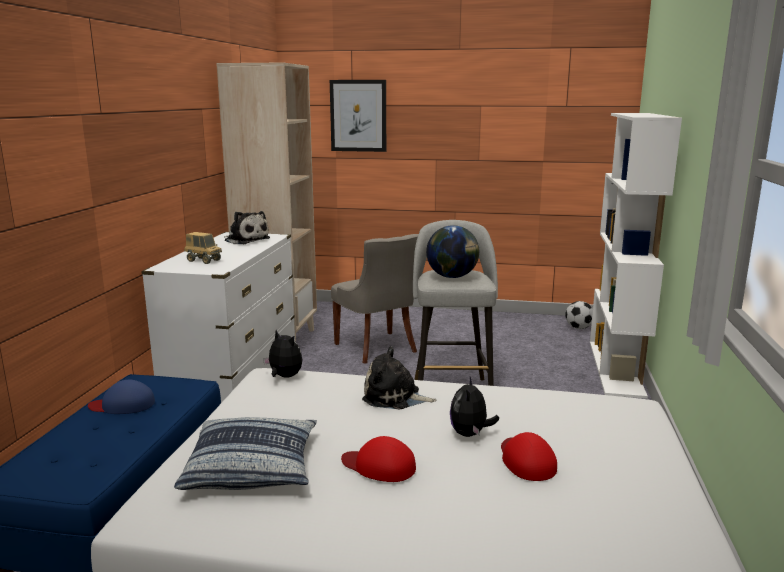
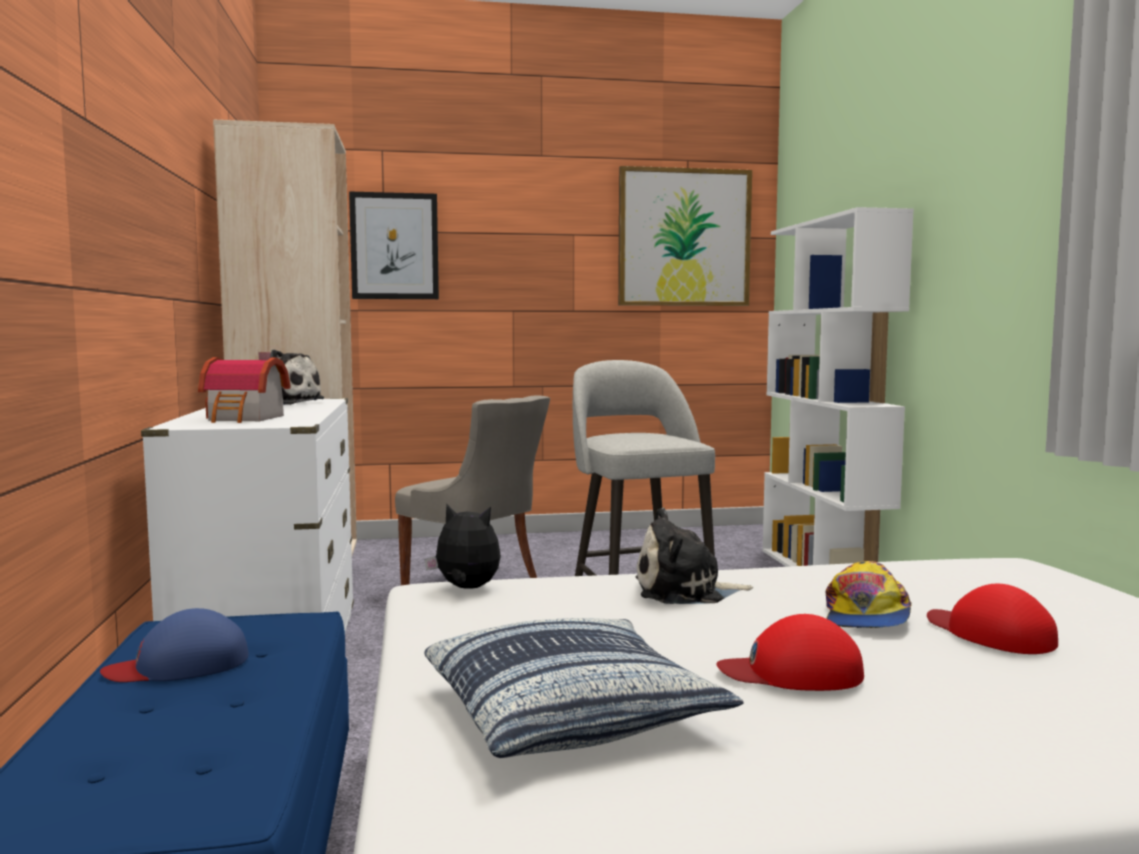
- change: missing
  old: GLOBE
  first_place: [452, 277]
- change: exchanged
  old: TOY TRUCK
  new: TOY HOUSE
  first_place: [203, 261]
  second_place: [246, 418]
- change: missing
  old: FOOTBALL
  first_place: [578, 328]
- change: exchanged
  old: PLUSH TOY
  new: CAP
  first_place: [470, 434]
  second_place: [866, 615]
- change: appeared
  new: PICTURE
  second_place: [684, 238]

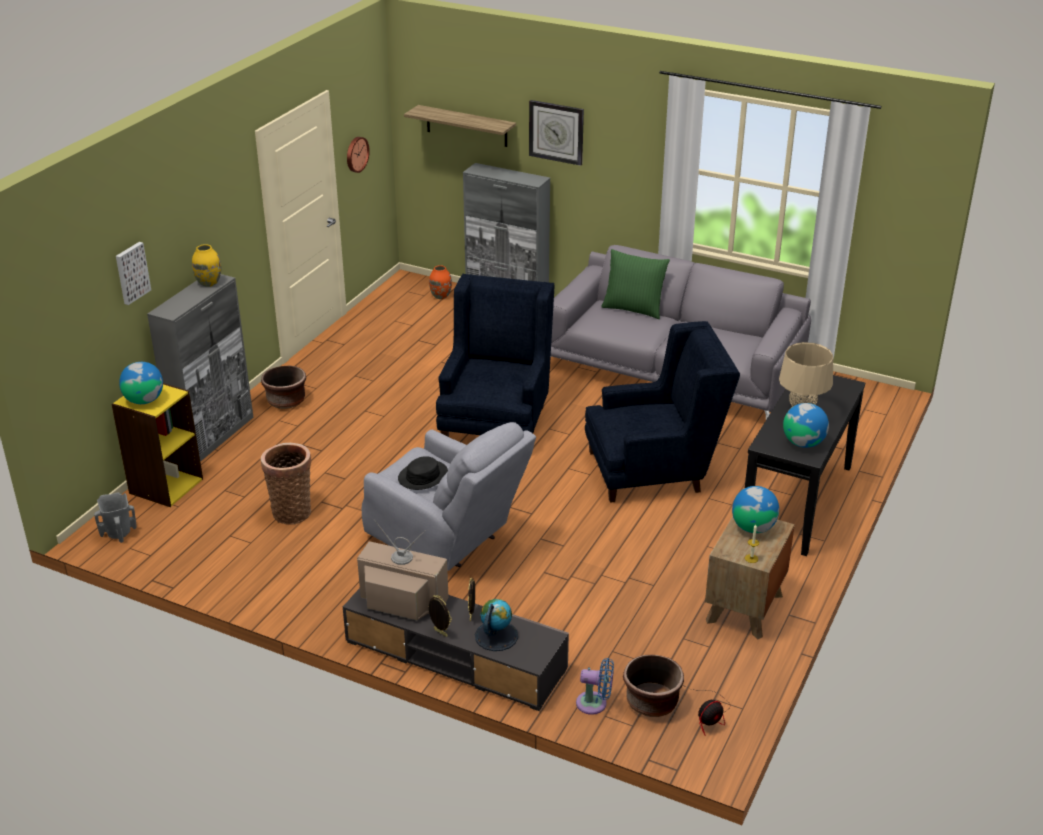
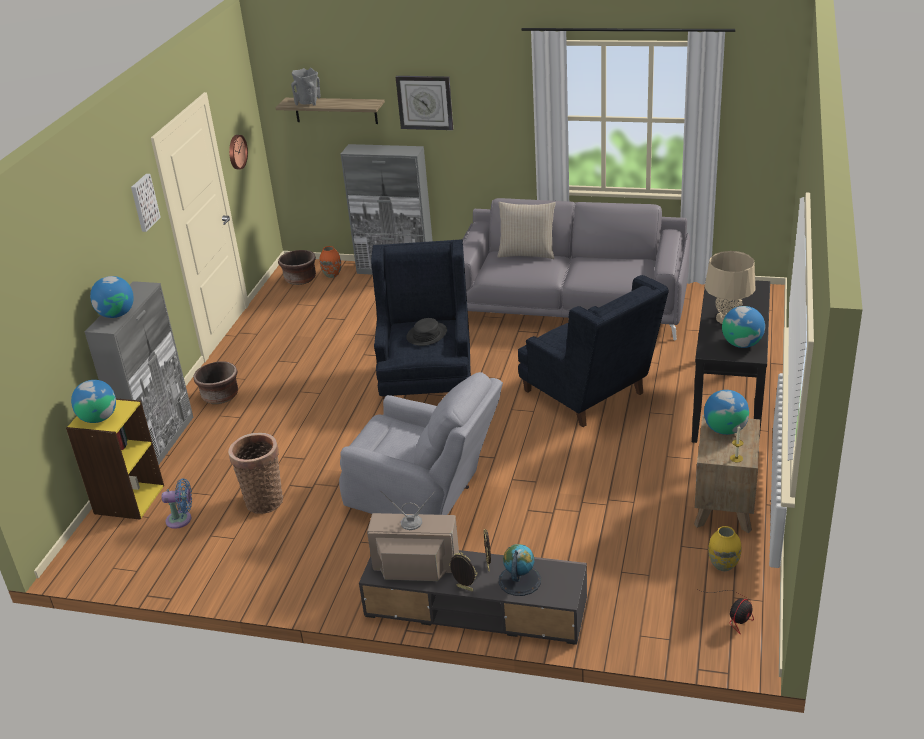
- change: relocated
  old: PICTURE
  first_place: [131, 272]
  second_place: [143, 202]
- change: relocated
  old: YELLOW VASE
  first_place: [208, 283]
  second_place: [723, 565]
- change: colour
  old: GREEN PILLOW
  new: BEIGE PILLOW
  first_place: [633, 309]
  second_place: [527, 253]
- change: spun
  old: BLUE ARMCHAIR
  first_place: [654, 470]
  second_place: [590, 396]
  degrees: 75
- change: relocated
  old: BLACK HAT
  first_place: [423, 476]
  second_place: [426, 334]
- change: relocated
  old: GREY VASE
  first_place: [119, 533]
  second_place: [308, 102]
- change: relocated
  old: BROWN PLANTER
  first_place: [651, 703]
  second_place: [300, 279]
- change: relocated
  old: BLUE FAN
  first_place: [595, 704]
  second_place: [181, 519]
- change: appeared
  new: GLOBE
  second_place: [117, 314]

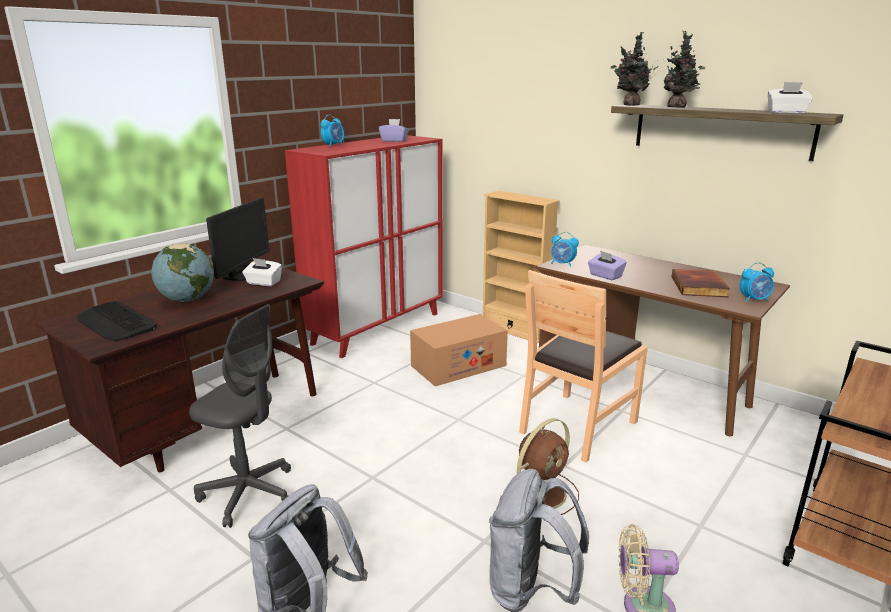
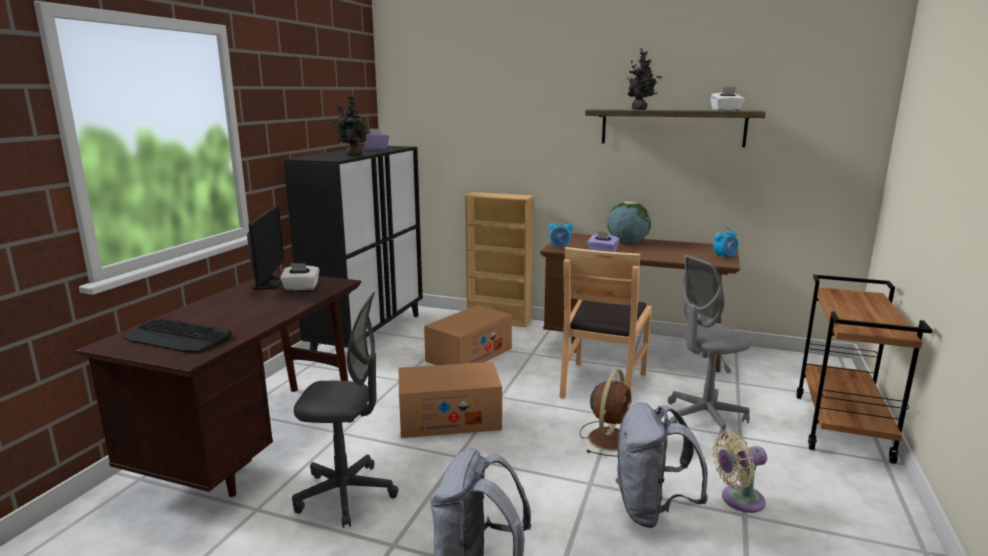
- change: relocated
  old: POTTED PLANT
  first_place: [630, 105]
  second_place: [353, 155]
- change: missing
  old: ALARM CLOCK
  first_place: [333, 145]
- change: colour
  old: RED CABINET
  new: BLACK CABINET
  first_place: [377, 328]
  second_place: [368, 334]
- change: relocated
  old: GLOBE
  first_place: [187, 299]
  second_place: [627, 243]
- change: missing
  old: BOOK
  first_place: [700, 287]
- change: appeared
  new: GREY OFFICE CHAIR
  second_place: [704, 418]
- change: appeared
  new: CARDBOARD BOX
  second_place: [449, 418]

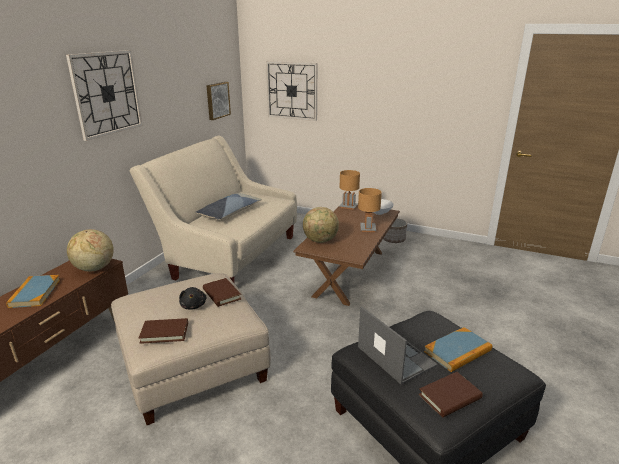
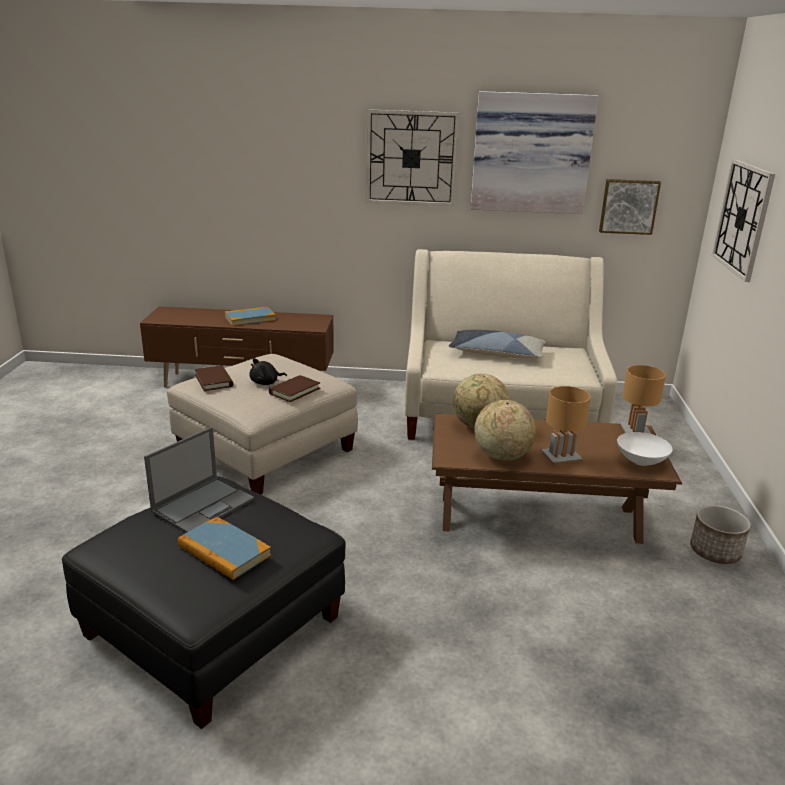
- change: relocated
  old: GLOBE
  first_place: [94, 268]
  second_place: [502, 456]
- change: missing
  old: BROWN BOOK
  first_place: [450, 397]
- change: appeared
  new: PICTURE
  second_place: [531, 153]

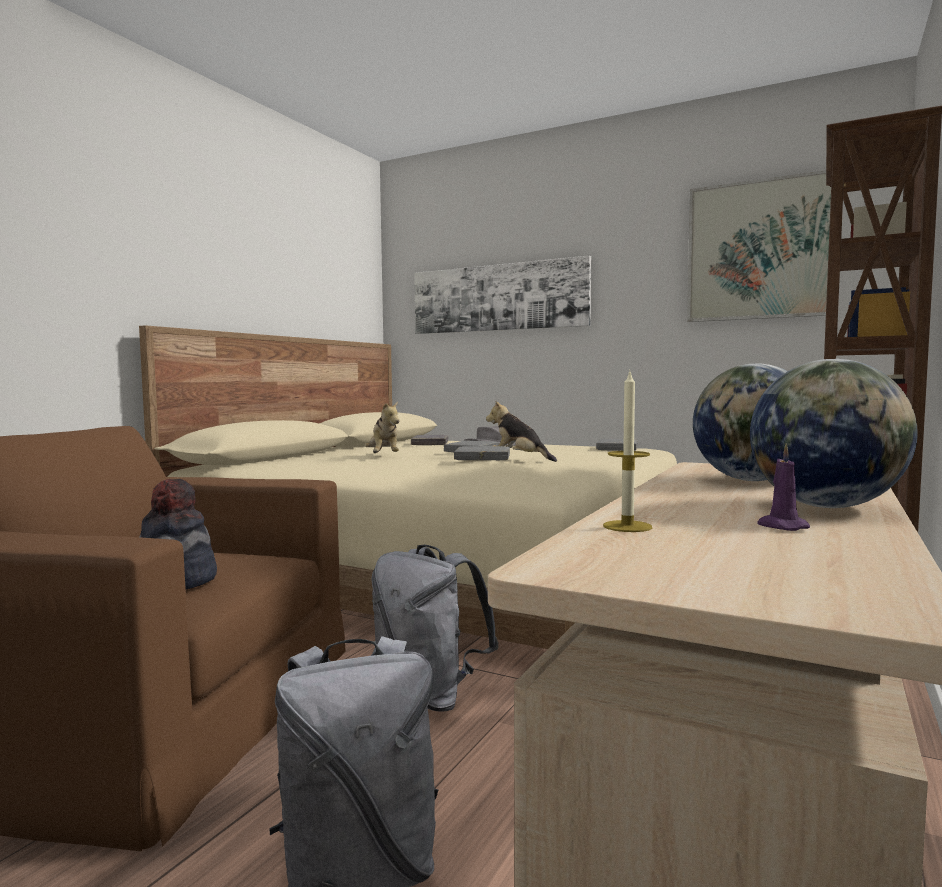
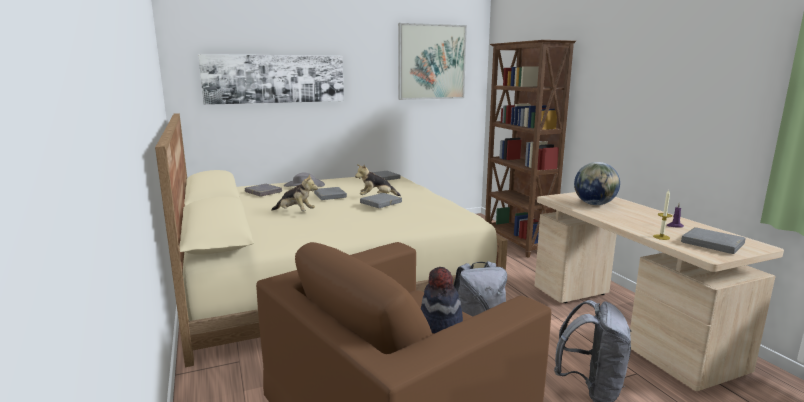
- change: missing
  old: GLOBE
  first_place: [826, 506]
- change: appeared
  new: GREY BOOK
  second_place: [712, 244]

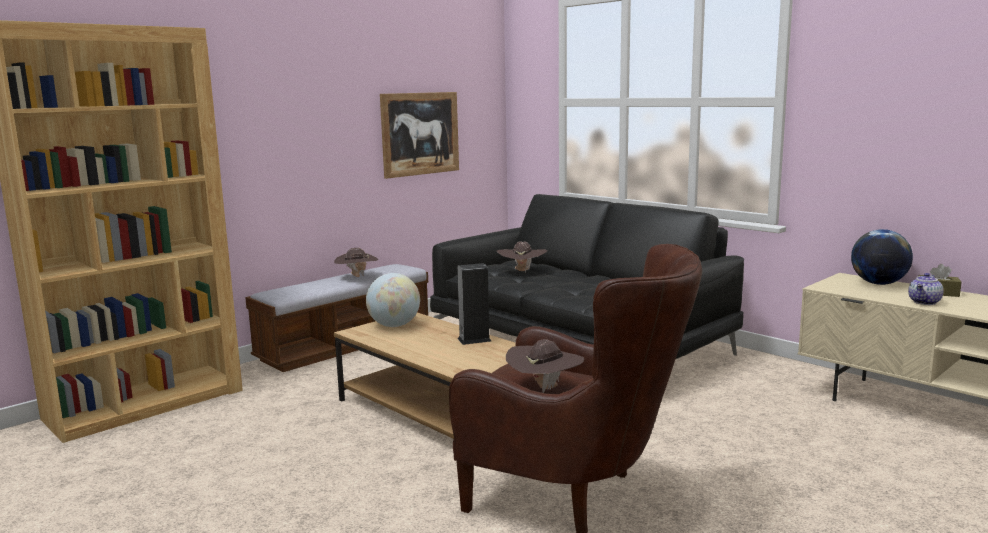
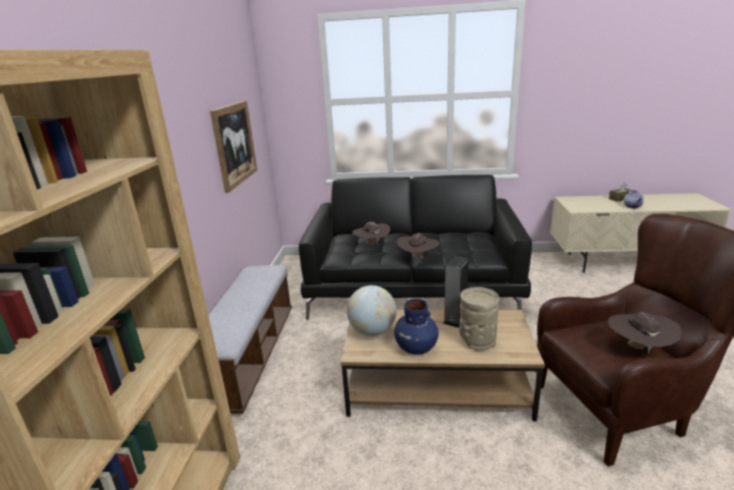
- change: missing
  old: GLOBE
  first_place: [878, 283]
- change: relocated
  old: BROWN HAT
  first_place: [357, 277]
  second_place: [418, 258]
- change: appeared
  new: BEIGE VASE
  second_place: [477, 340]
- change: appeared
  new: BLUE VASE
  second_place: [416, 347]

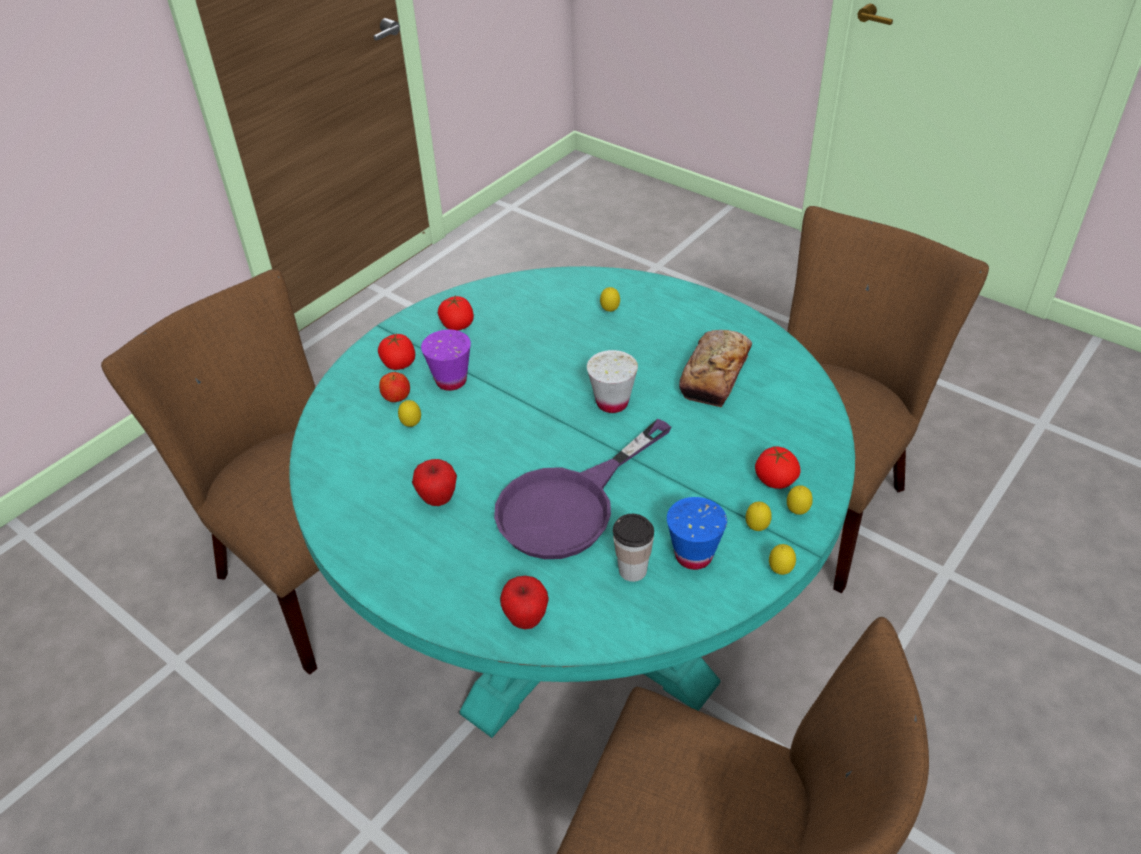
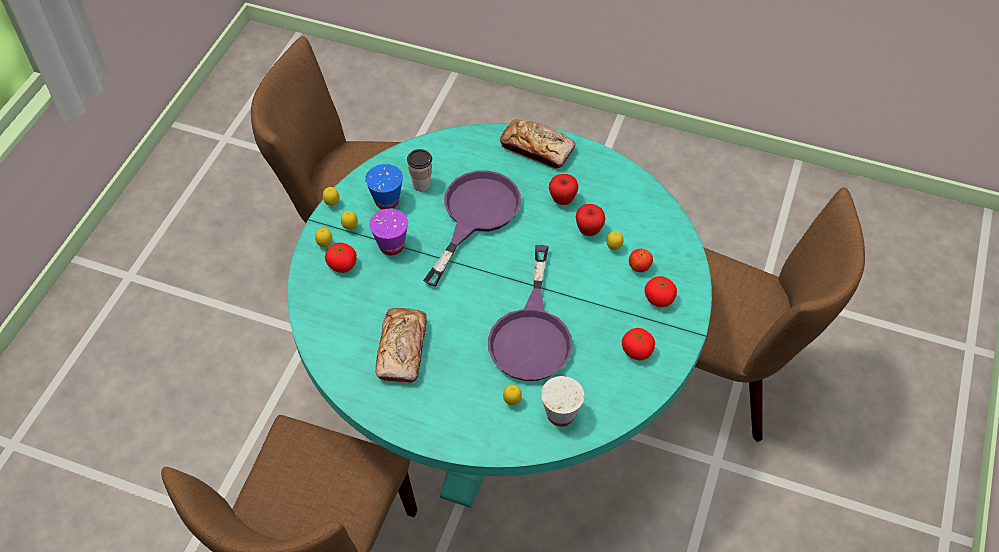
- change: relocated
  old: PURPLE CUP
  first_place: [451, 381]
  second_place: [391, 246]
- change: relocated
  old: WHITE CUP
  first_place: [612, 403]
  second_place: [560, 415]
- change: relocated
  old: APPLE
  first_place: [526, 618]
  second_place: [589, 230]
- change: appeared
  new: BREAD
  second_place: [537, 148]
- change: appeared
  new: PURPLE FRYING PAN
  second_place: [532, 333]

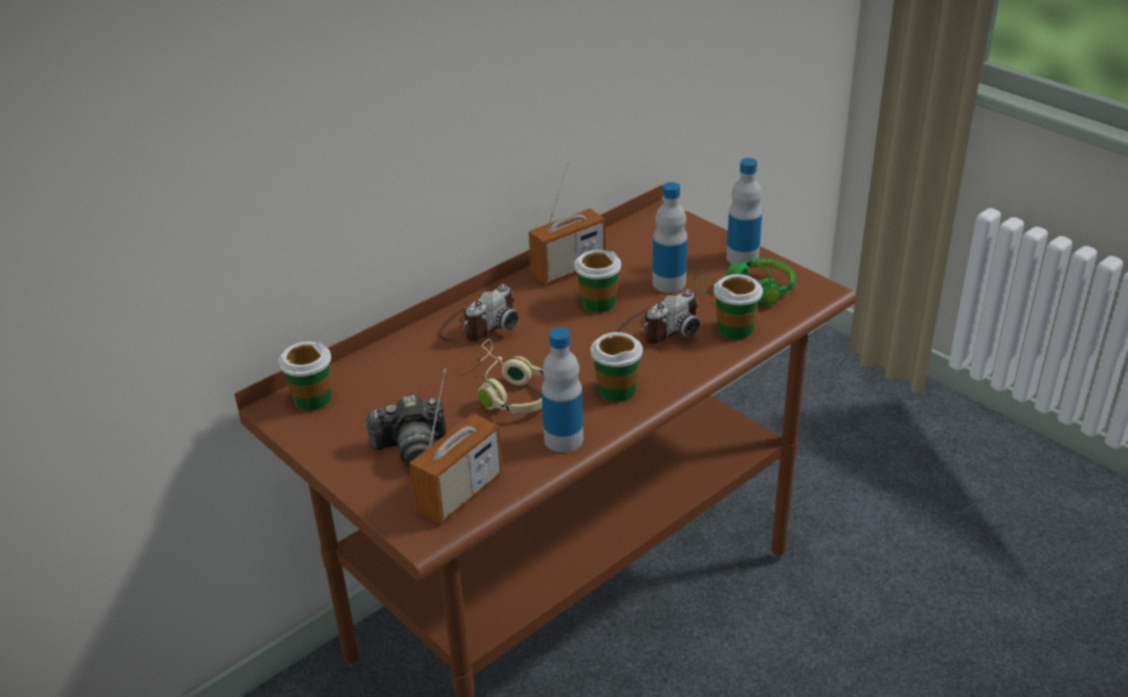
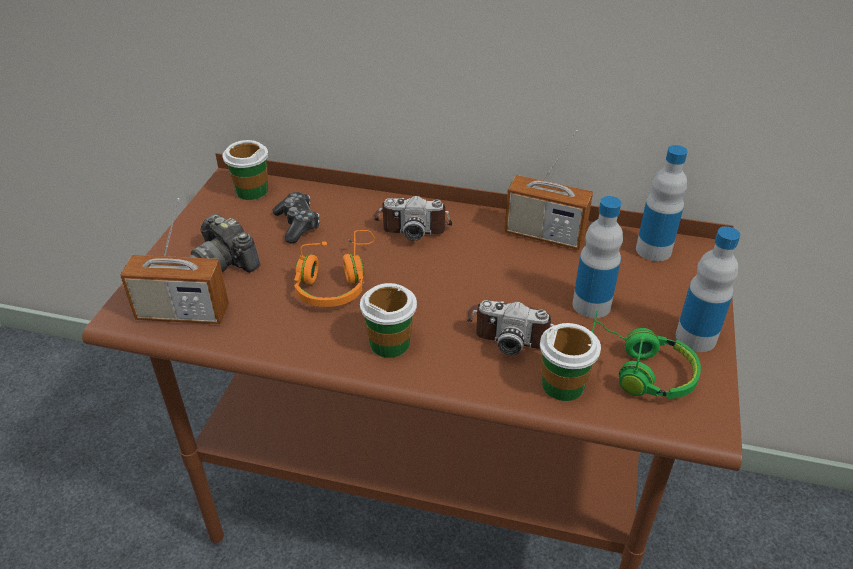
- change: missing
  old: CUP
  first_place: [598, 303]
- change: relocated
  old: BOTTLE
  first_place: [563, 439]
  second_place: [653, 250]
- change: colour
  old: BEIGE HEADPHONES
  new: ORANGE HEADPHONES
  first_place: [510, 392]
  second_place: [335, 281]
- change: appeared
  new: GAME CONTROLLER
  second_place: [297, 224]

